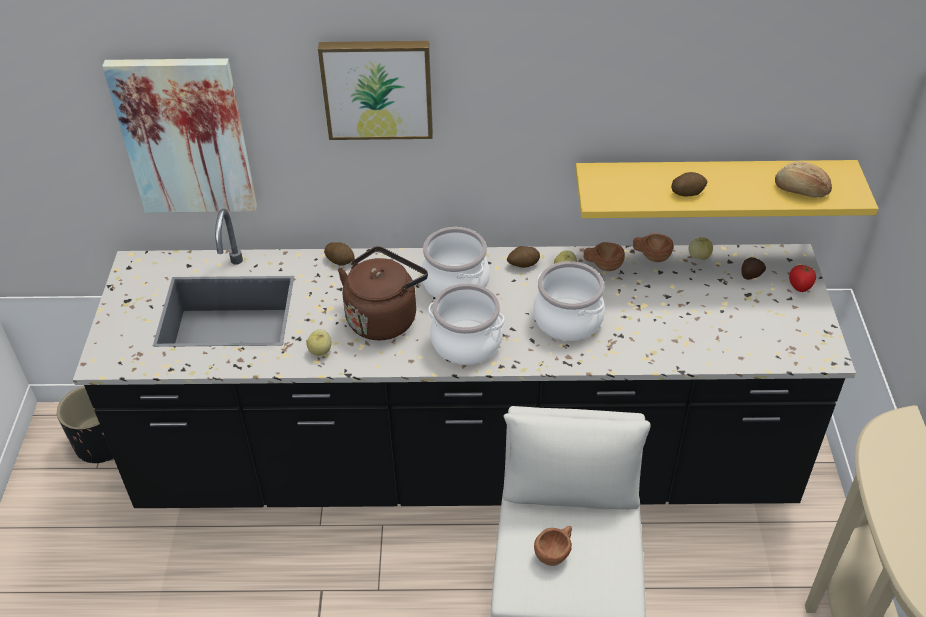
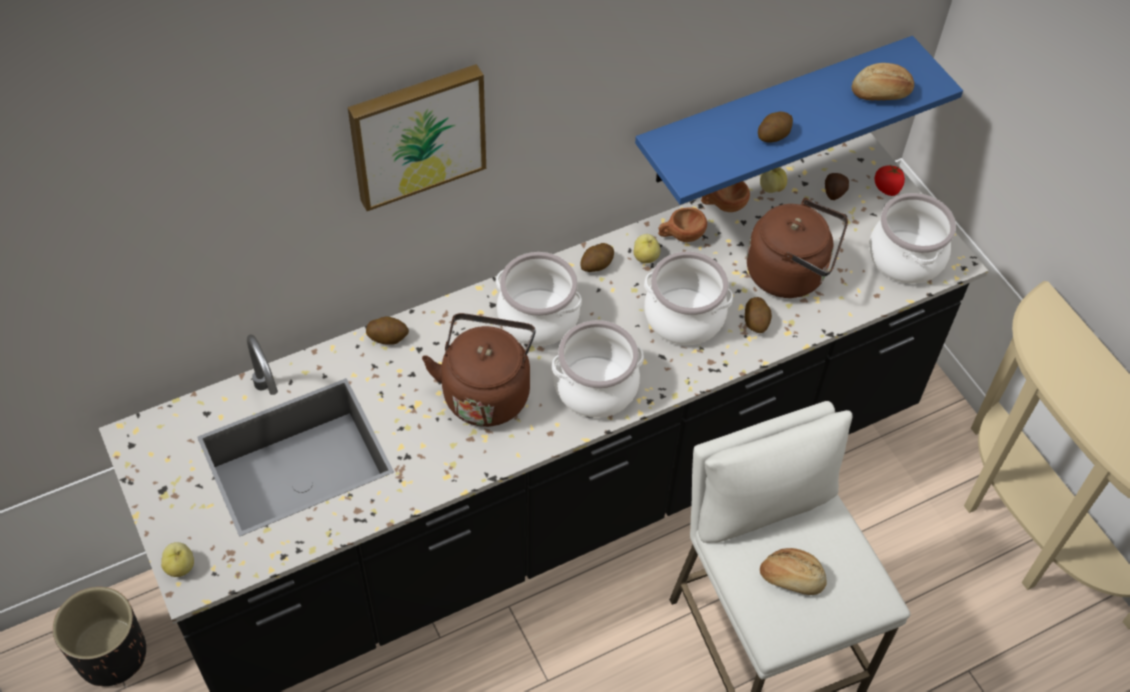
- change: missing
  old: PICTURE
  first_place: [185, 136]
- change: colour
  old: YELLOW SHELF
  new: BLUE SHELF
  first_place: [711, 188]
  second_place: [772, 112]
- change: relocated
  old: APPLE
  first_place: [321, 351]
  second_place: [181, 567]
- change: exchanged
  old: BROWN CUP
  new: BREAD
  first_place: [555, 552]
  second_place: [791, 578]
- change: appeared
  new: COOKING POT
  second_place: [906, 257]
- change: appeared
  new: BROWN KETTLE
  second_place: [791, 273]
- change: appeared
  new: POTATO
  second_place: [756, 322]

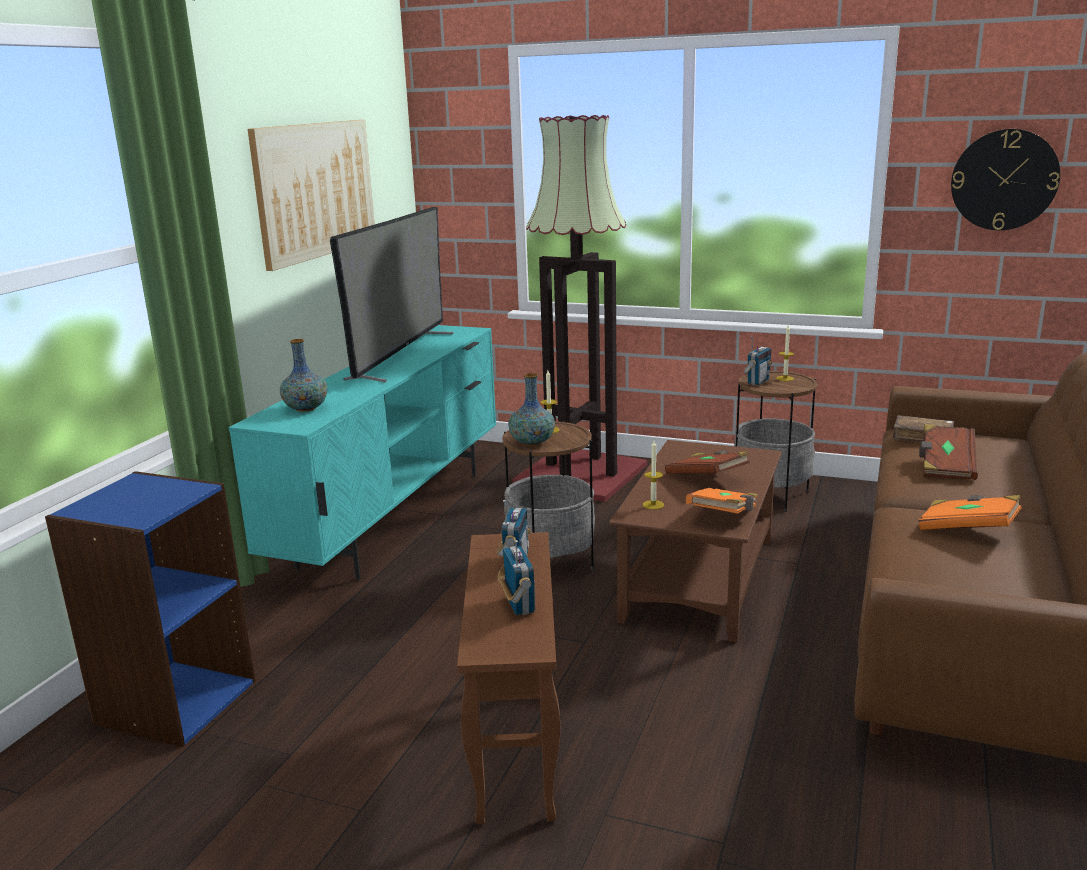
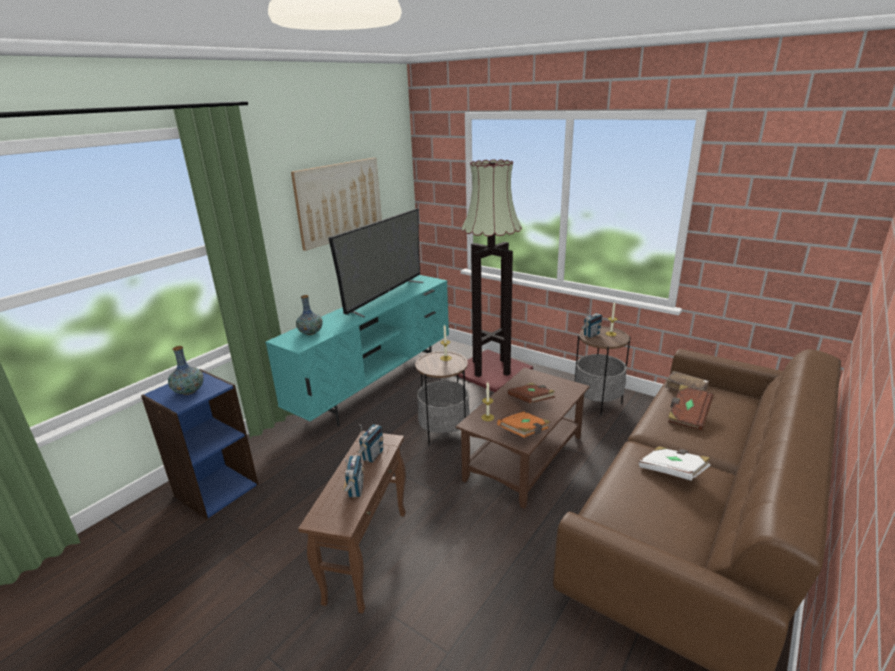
- change: missing
  old: WALL CLOCK
  first_place: [1004, 180]
- change: relocated
  old: VASE
  first_place: [532, 442]
  second_place: [189, 391]
- change: colour
  old: ORANGE BOOK
  new: WHITE BOOK
  first_place: [967, 530]
  second_place: [672, 472]

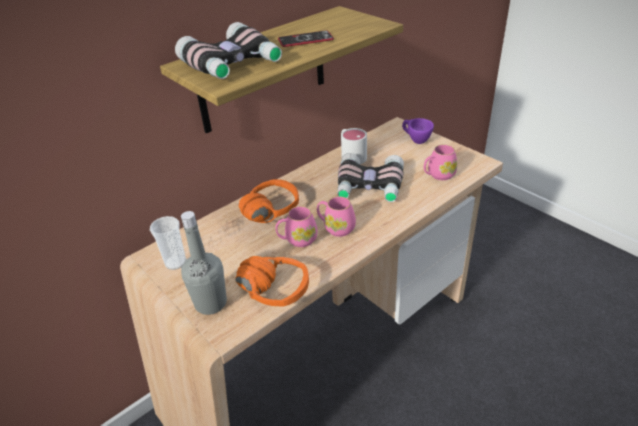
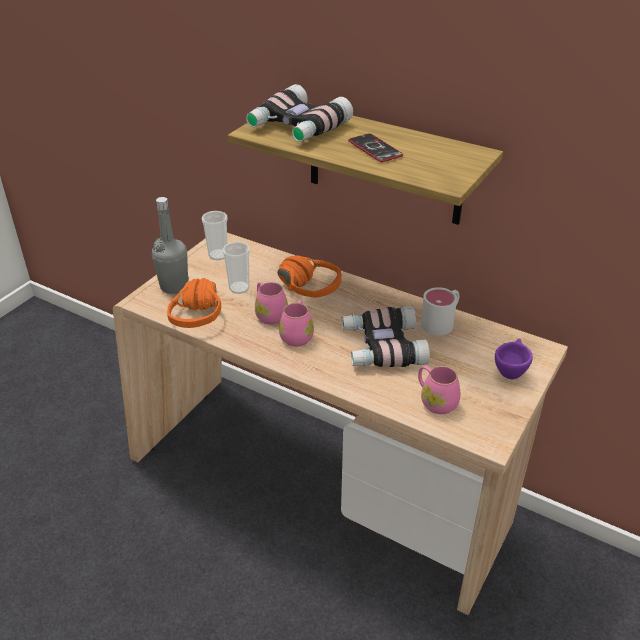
- change: appeared
  new: CUP
  second_place: [239, 288]

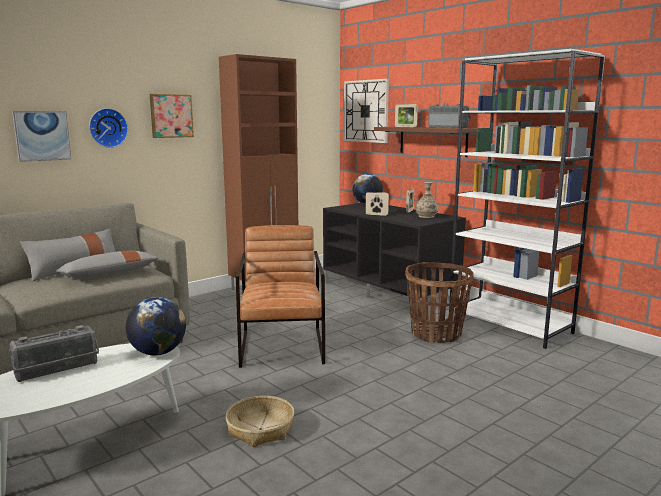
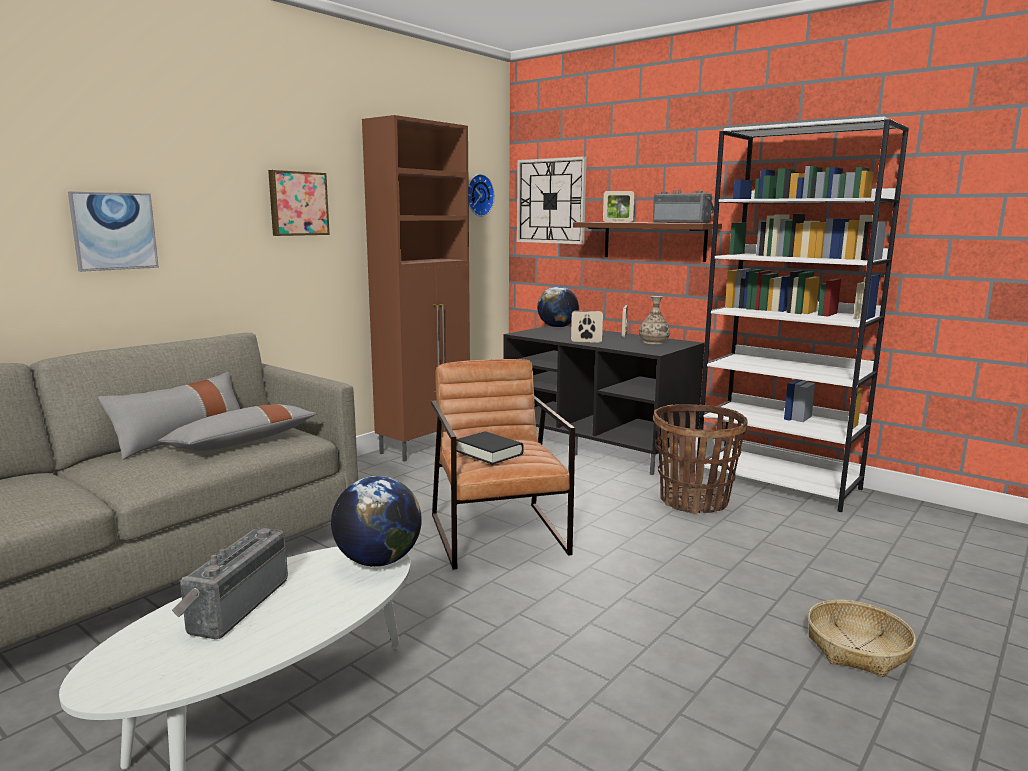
- change: relocated
  old: WALL CLOCK
  first_place: [107, 128]
  second_place: [478, 195]
- change: spun
  old: RADIO
  first_place: [57, 371]
  second_place: [234, 605]
  degrees: 150
- change: relocated
  old: BASKET
  first_place: [260, 429]
  second_place: [857, 649]
- change: appeared
  new: BLACK BOOK
  second_place: [489, 453]

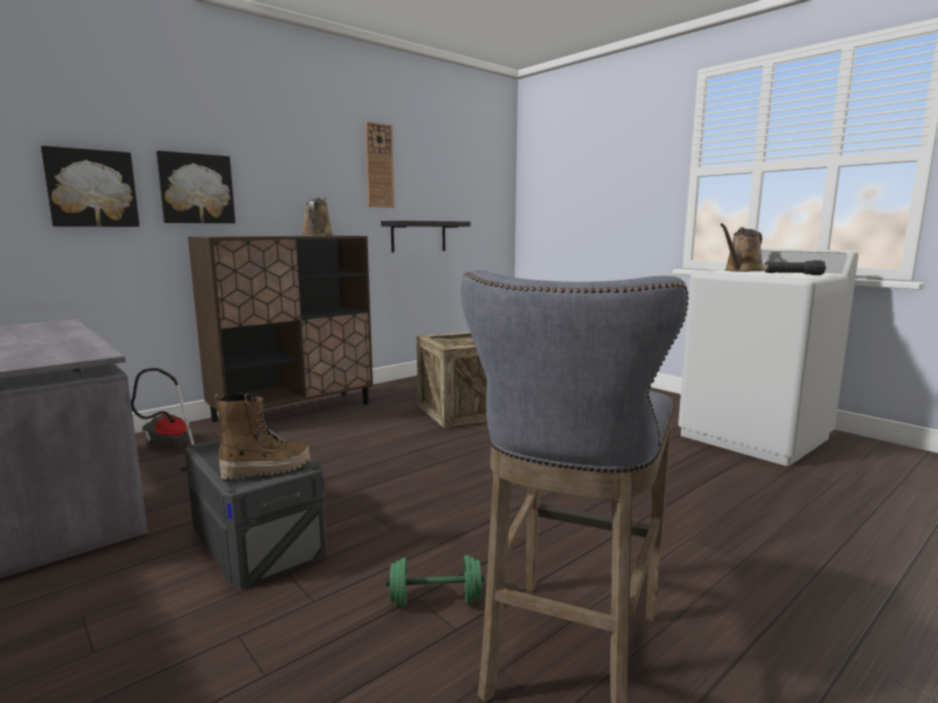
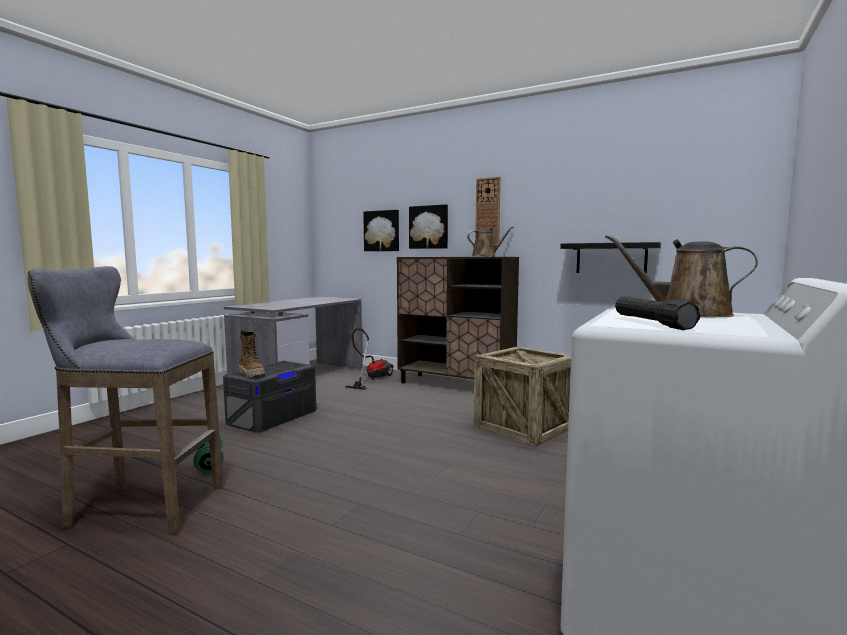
- change: relocated
  old: WALL CLOCK
  first_place: [379, 166]
  second_place: [488, 212]

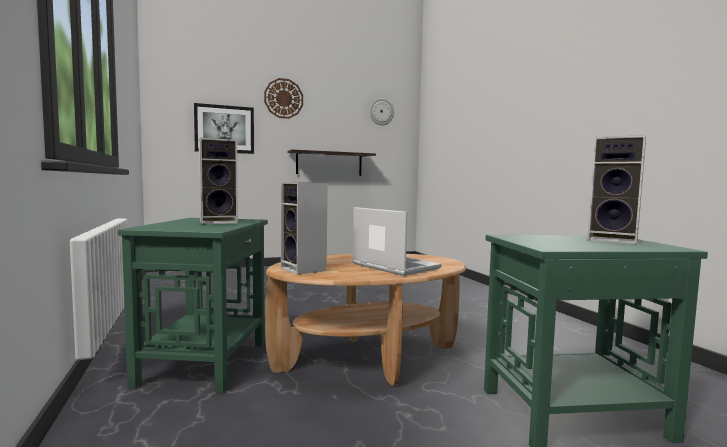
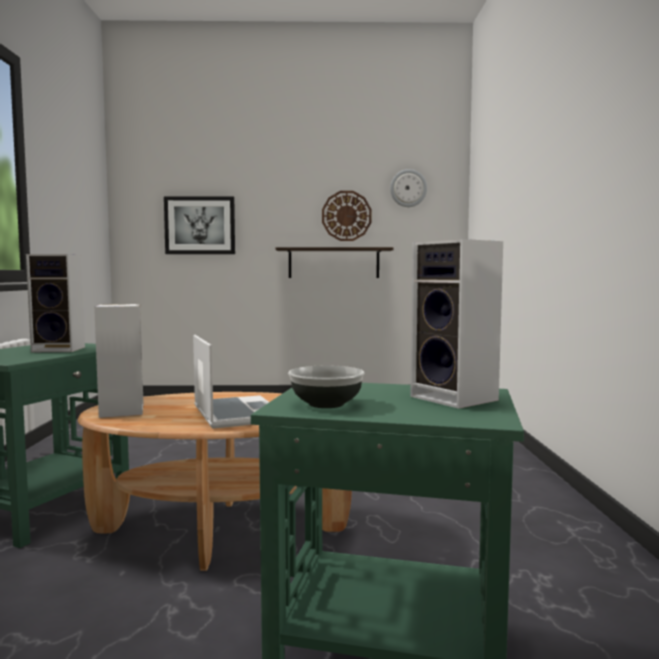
- change: relocated
  old: WALL CLOCK
  first_place: [283, 98]
  second_place: [346, 216]
- change: appeared
  new: BOWL
  second_place: [325, 404]

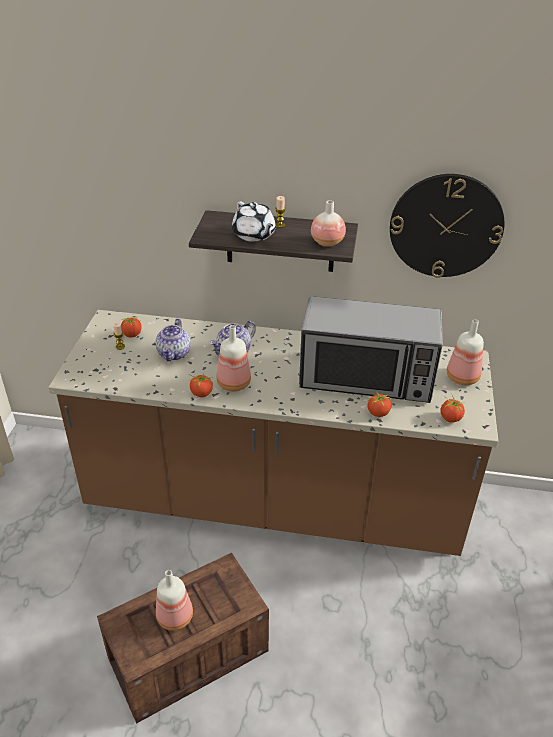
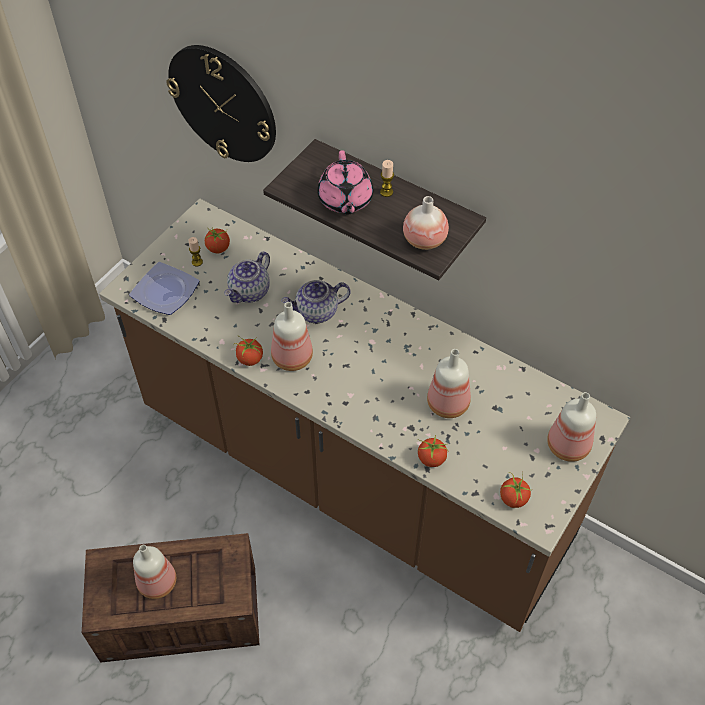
- change: relocated
  old: WALL CLOCK
  first_place: [445, 226]
  second_place: [223, 104]
- change: colour
  old: WHITE TEAPOT
  new: PINK TEAPOT
  first_place: [254, 235]
  second_place: [345, 200]
- change: exchanged
  old: MICROWAVE
  new: BOTTLE
  first_place: [366, 377]
  second_place: [449, 403]
- change: appeared
  new: PLATE
  second_place: [166, 291]

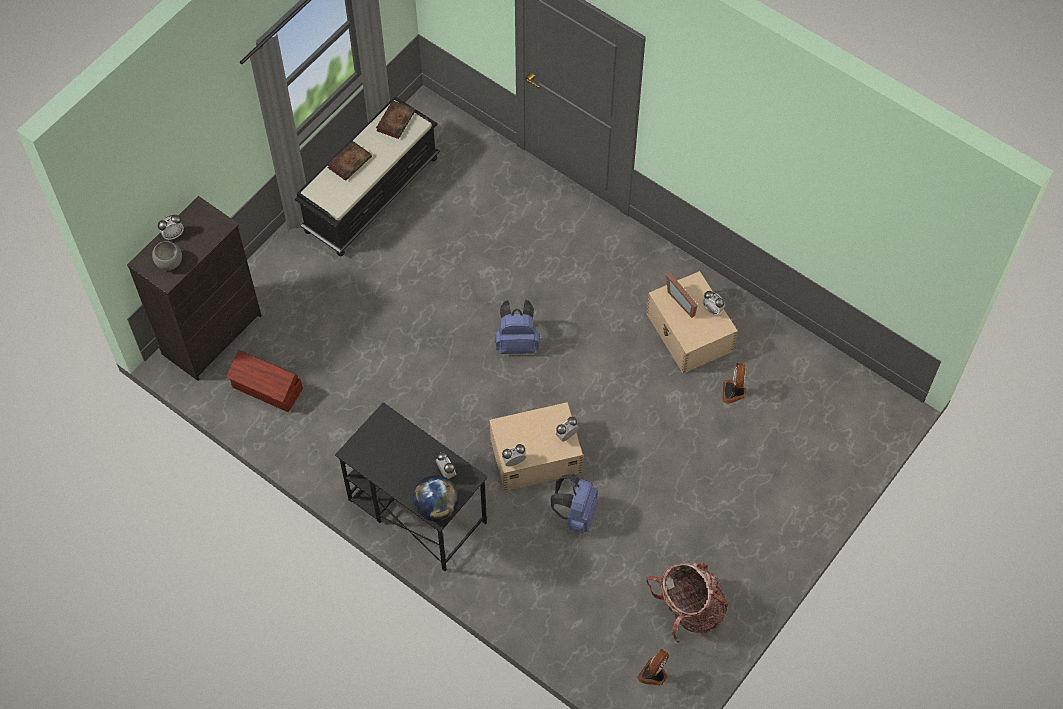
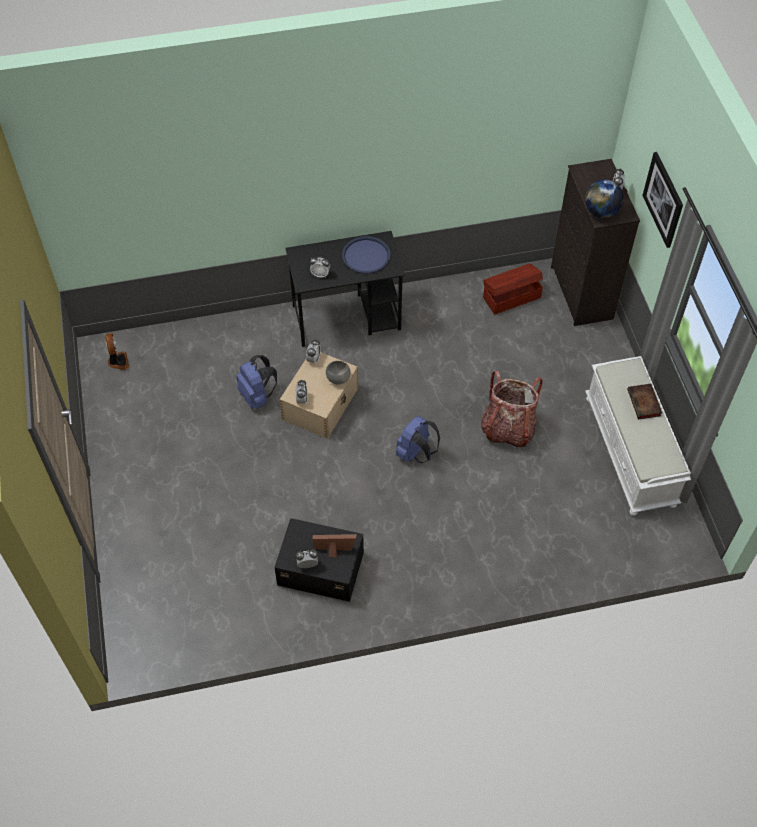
- change: colour
  old: BLACK BENCH
  new: WHITE BENCH
  first_place: [371, 193]
  second_place: [631, 451]
- change: missing
  old: BOOK
  first_place: [396, 120]
- change: relocated
  old: GREY BOWL
  first_place: [169, 263]
  second_place: [338, 378]
- change: colour
  old: BEIGE STORAGE BOX
  new: BLACK STORAGE BOX
  first_place: [689, 333]
  second_place: [320, 568]
- change: missing
  old: FAN
  first_place: [734, 392]
- change: relocated
  old: GLOBE
  first_place: [437, 507]
  second_place: [601, 212]
- change: relocated
  old: BACKPACK
  first_place: [688, 610]
  second_place: [508, 428]
- change: appeared
  new: PICTURE
  second_place: [664, 199]
- change: appeared
  new: BLUE TRAY
  second_place: [366, 255]

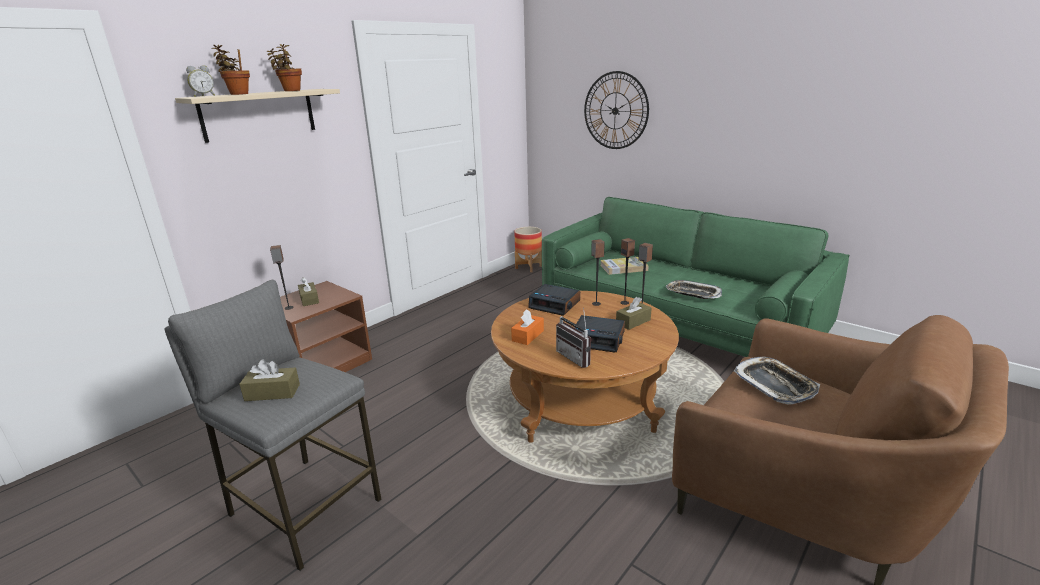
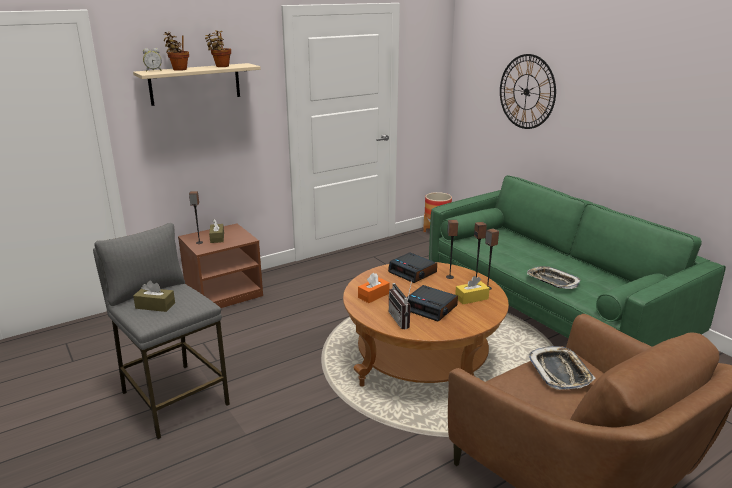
- change: missing
  old: BOOK
  first_place: [623, 268]
- change: colour
  old: BROWN TISSUE BOX
  new: YELLOW TISSUE BOX
  first_place: [633, 322]
  second_place: [471, 298]

